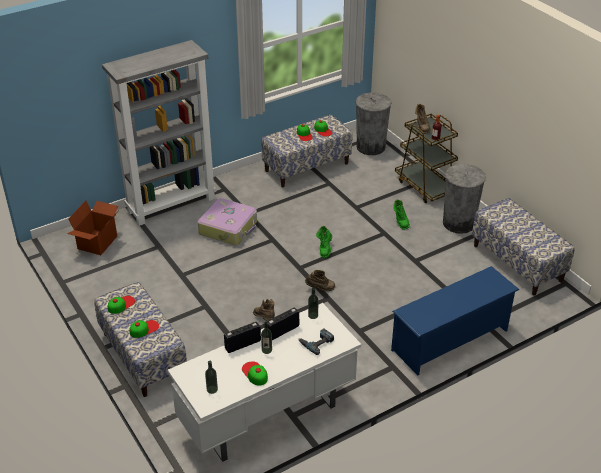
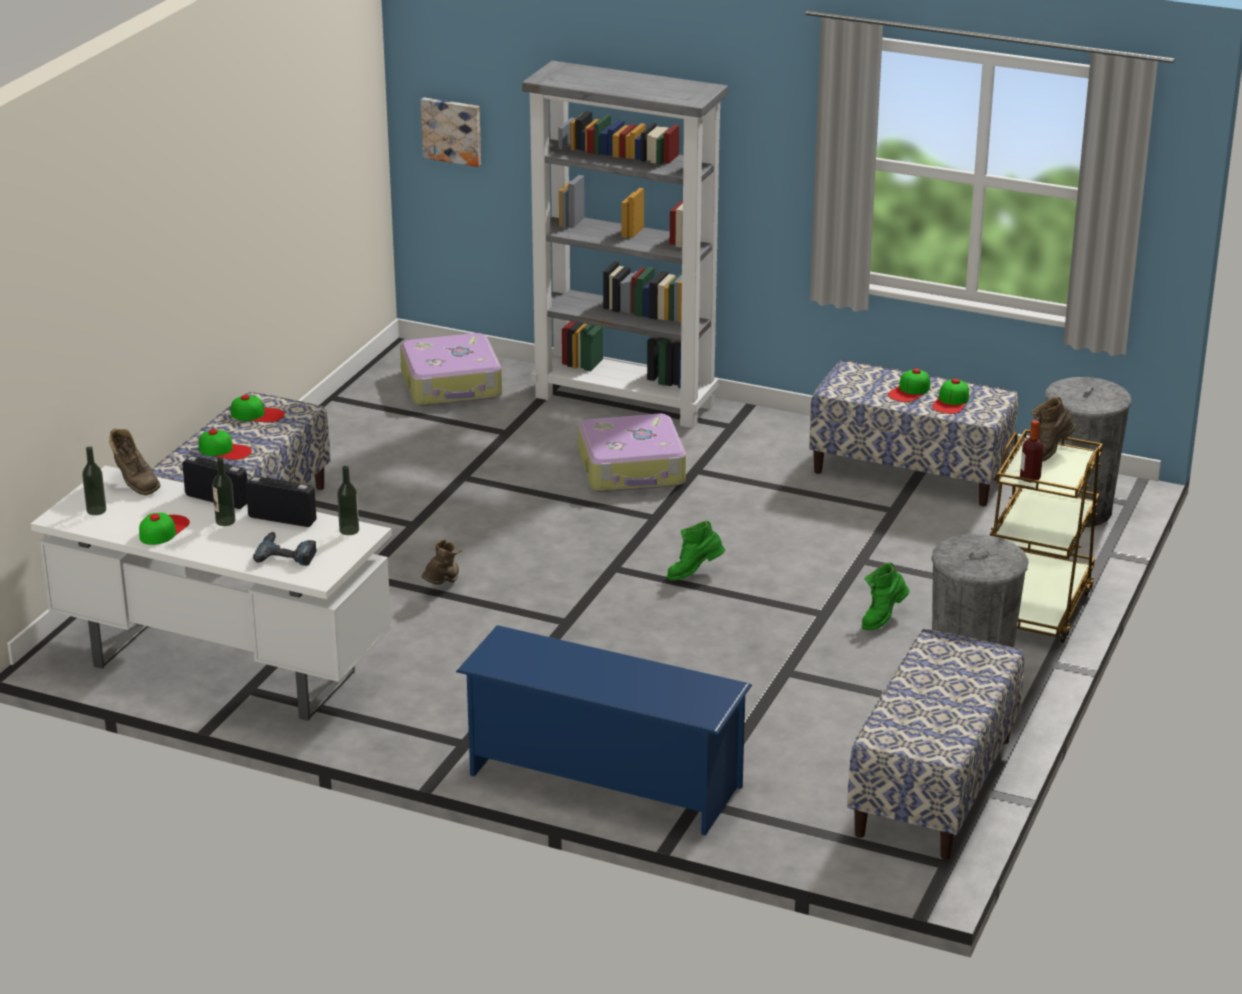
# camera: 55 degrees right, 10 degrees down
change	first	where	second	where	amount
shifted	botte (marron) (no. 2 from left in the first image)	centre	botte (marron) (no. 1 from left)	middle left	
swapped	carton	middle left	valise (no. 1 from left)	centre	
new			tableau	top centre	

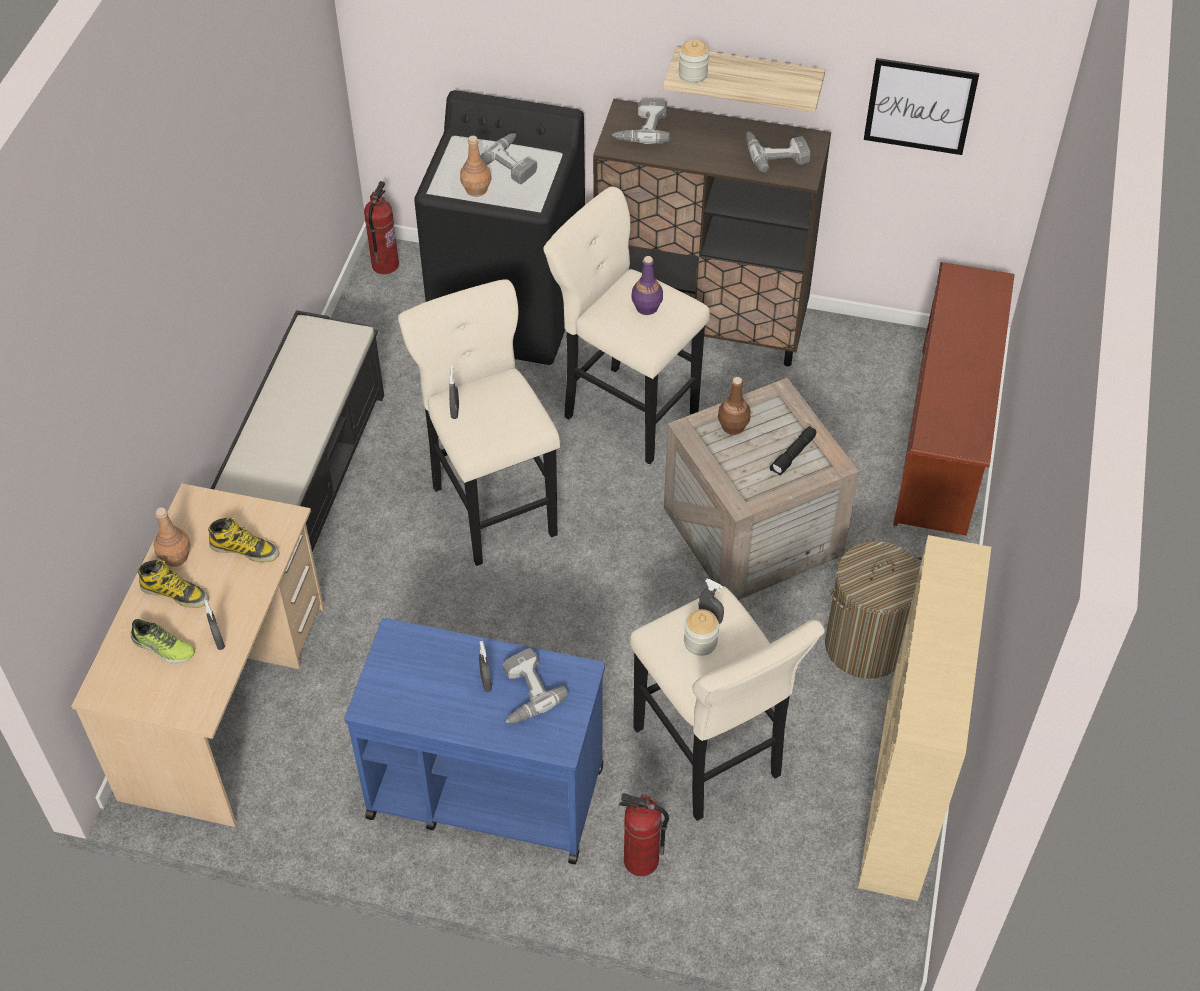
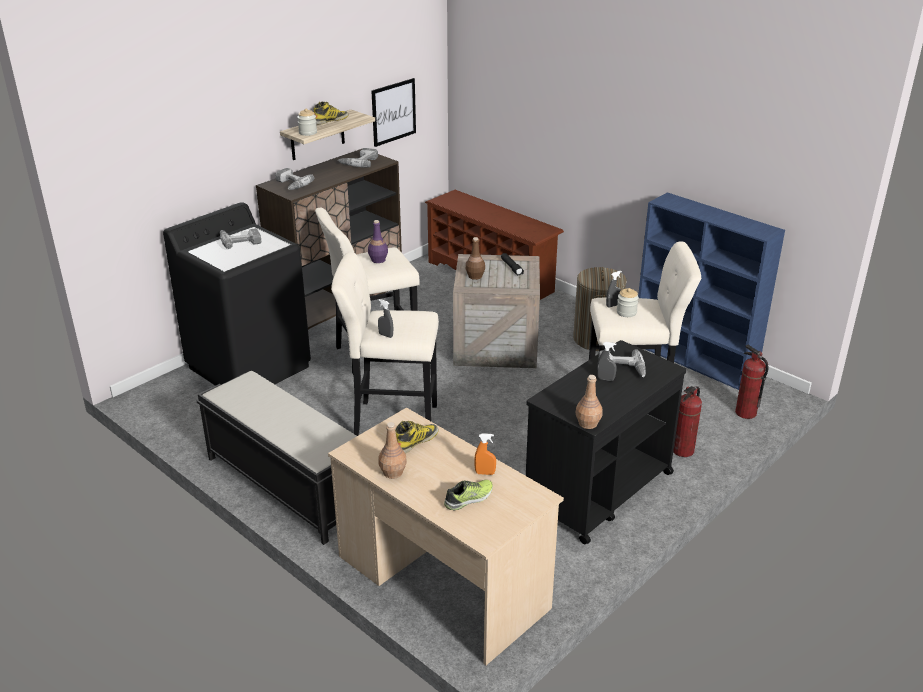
# camera: 60 degrees left, 20 degrees down
change	first	where	second	where	amount
shifted	botte (no. 1 from left)	middle left		top centre	
repainted	vaporisateur (gris) (no. 1 from left)	middle left	vaporisateur (orange)	centre	
repainted	chariot (bleu)	bottom centre	chariot (noir)	centre	
shifted	bouteille (marron) (no. 2 from left in the first image)	top centre	bouteille (marron) (no. 3 from left)	centre	
repainted	bibliothèque (beige)	bottom right	bibliothèque (bleu)	middle right	
shifted	extincteur (no. 1 from left in the first image)	top left	extincteur (no. 2 from left)	middle right	

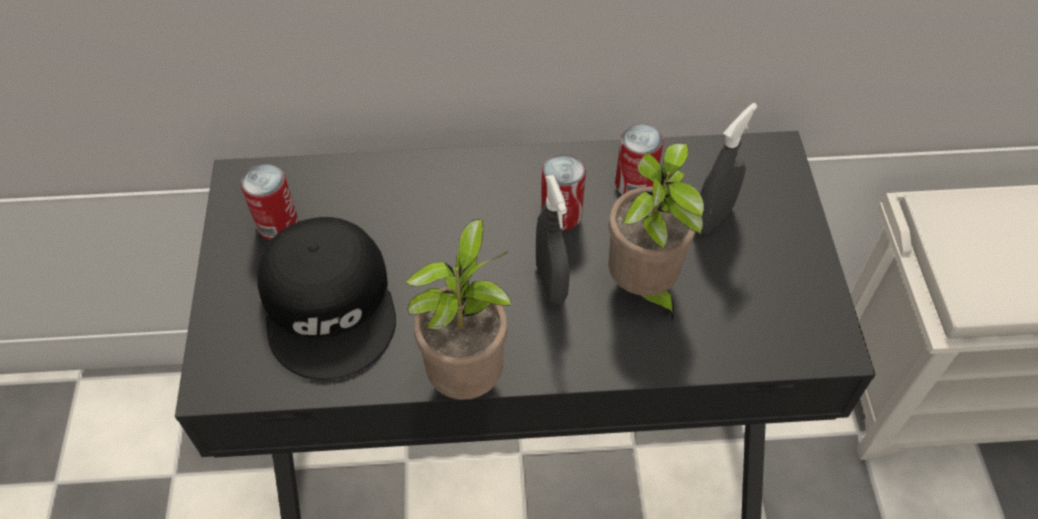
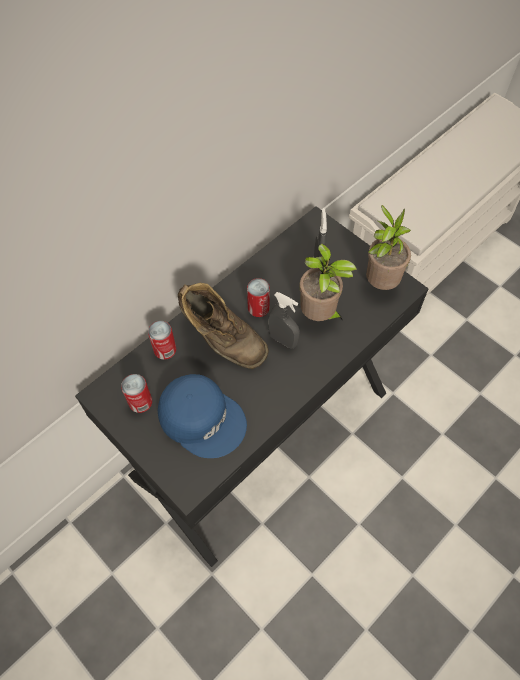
# camera: 40 degrees left, 5 degrees up
change	first	where	second	where	amount
shifted	boîte métallique (no. 3 from left in the first image)	top centre	boîte métallique (no. 2 from left)	middle left	
repainted	casquette (noir)	middle left	casquette (bleu)	centre	
new			botte (marron)	centre	
shifted	plante en pot (no. 1 from left in the first image)	centre	plante en pot (no. 2 from left)	middle right	

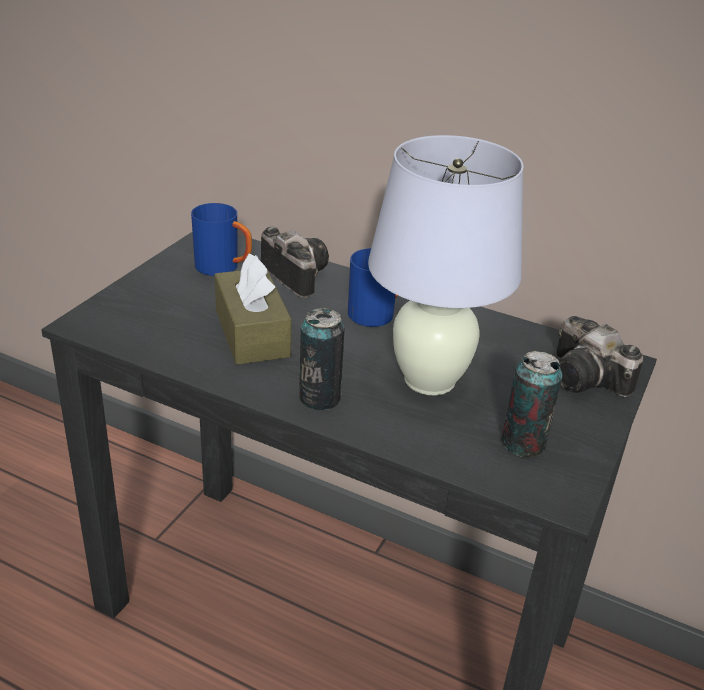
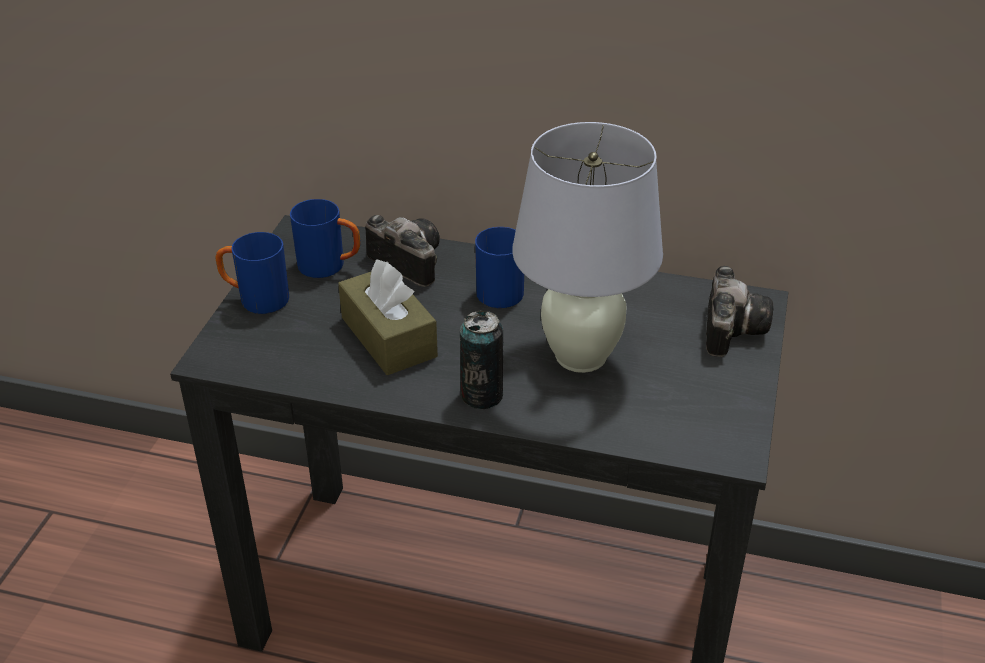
# camera: 10 degrees left, 5 degrees up
change	first	where	second	where	amount
new			mug (bleu) (no. 1 from left)	middle left	
rotated	appareil photo (no. 2 from left)	middle right		middle right	120 degrees counterclockwise
gone	boîte métallique (no. 2 from left)	middle right			

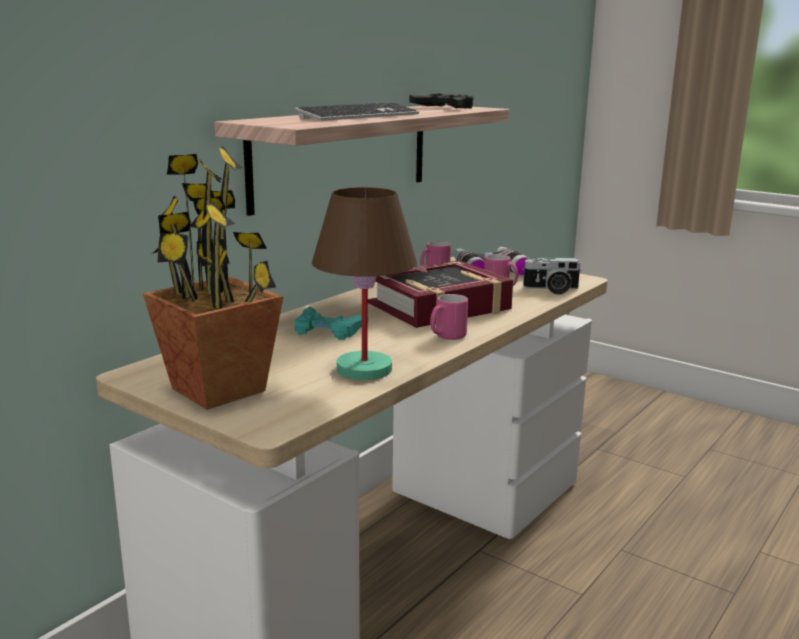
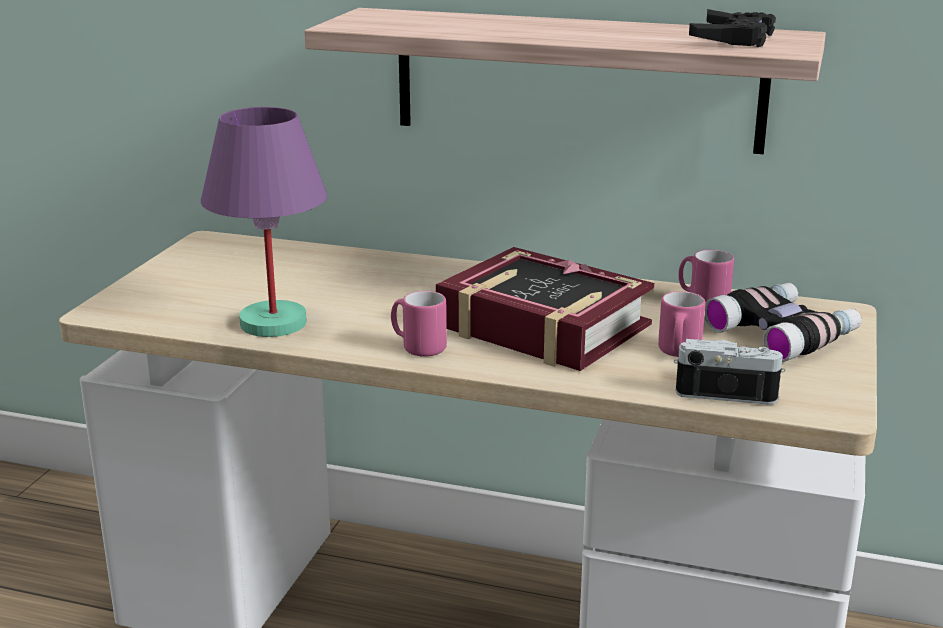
# camera: 70 degrees right, 5 degrees up
change	first	where	second	where	amount
repainted	lampe de table (marron)	centre	lampe de table (violet)	middle left	
rotated	appareil photo	middle right		middle right	120 degrees clockwise
gone	plante en pot	middle left			
gone	clavier	top centre			
gone	manette (turquoise)	centre			

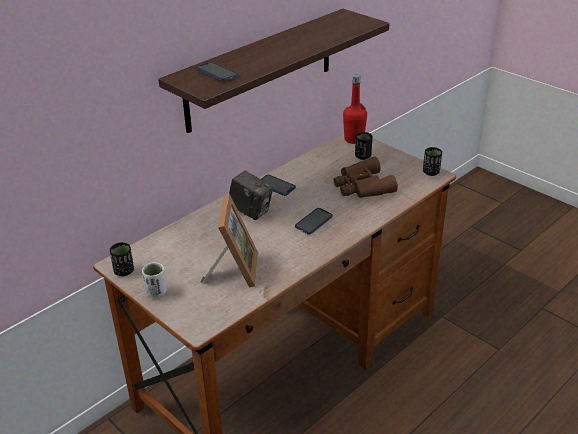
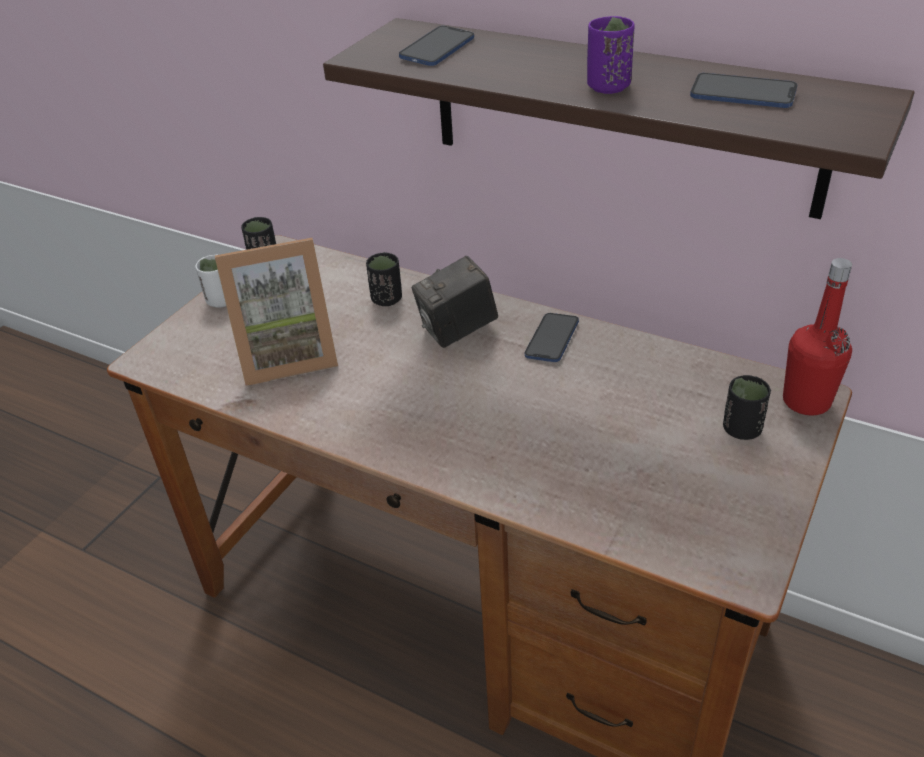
# camera: 75 degrees right, 5 degrees up
change	first	where	second	where	amount
shifted	tasse (noir) (no. 3 from left in the first image)	middle right	tasse (noir) (no. 2 from left)	centre	
rotated	appareil photo	centre		centre	45 degrees clockwise
new			tasse (violet)	top centre	
shifted	téléphone (no. 3 from left)	centre		top right	
gone	jumelles (marron)	centre			

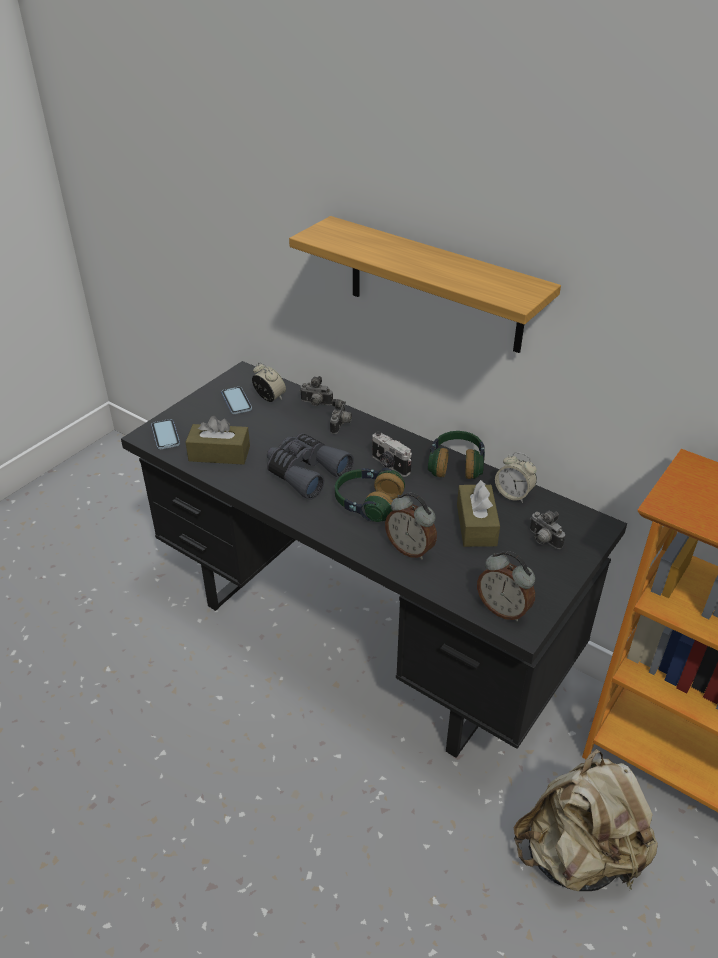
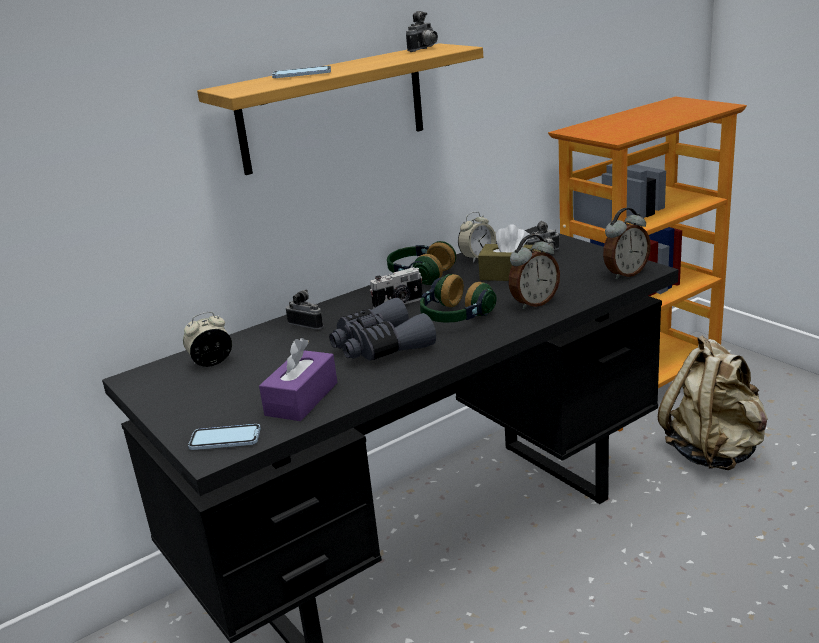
# camera: 70 degrees left, 15 degrees down
change	first	where	second	where	amount
repainted	boîte à mouchoirs (marron) (no. 1 from left)	middle left	boîte à mouchoirs (violet)	centre	
shifted	téléphone (no. 2 from left)	middle left		top centre	
shifted	appareil photo (no. 1 from left in the first image)	centre	appareil photo (no. 3 from left)	top centre	

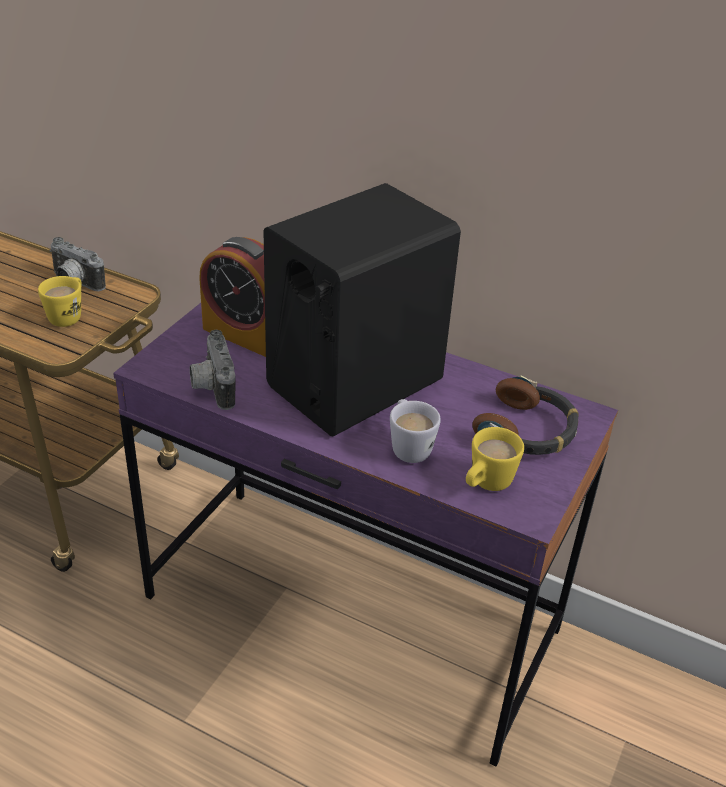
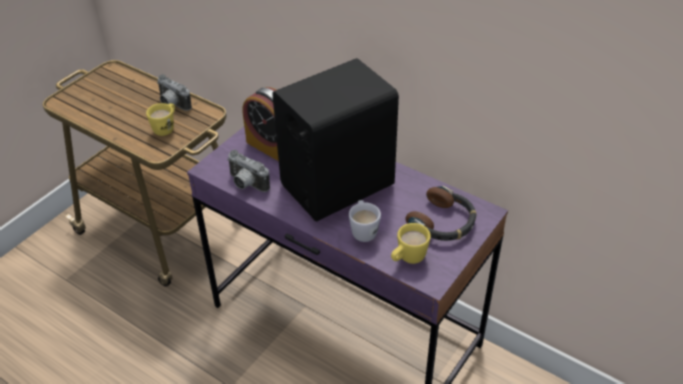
# camera: 10 degrees right, 5 degrees up
change	first	where	second	where	amount
rotated	appareil photo (no. 2 from left)	middle left		centre	45 degrees counterclockwise

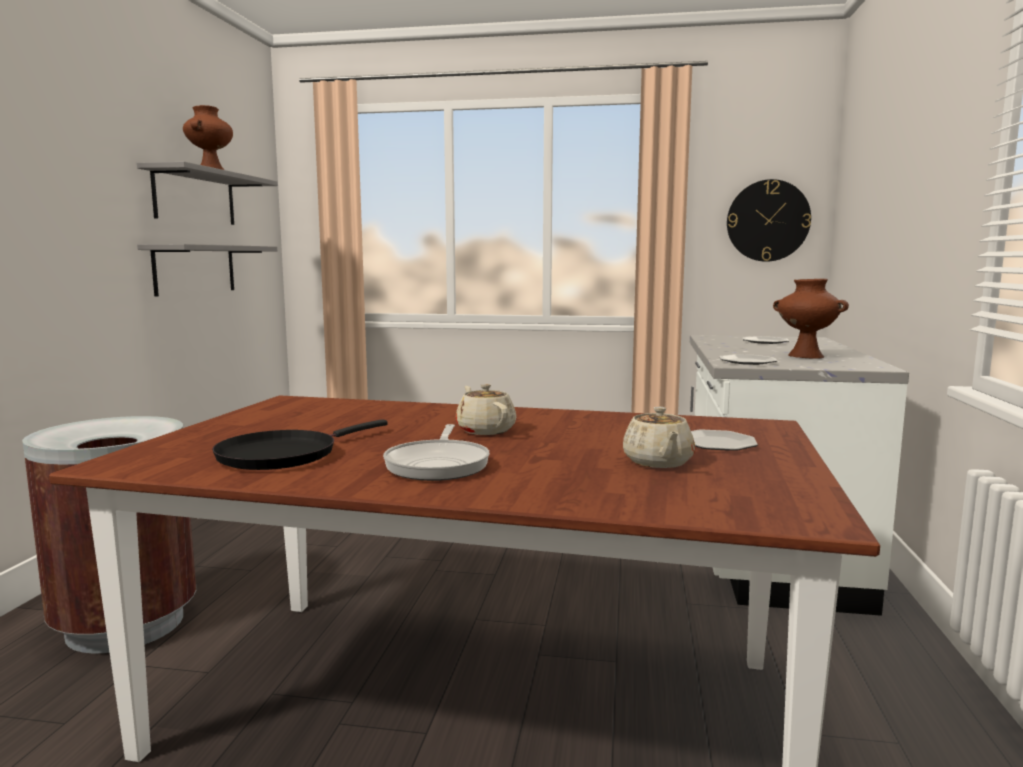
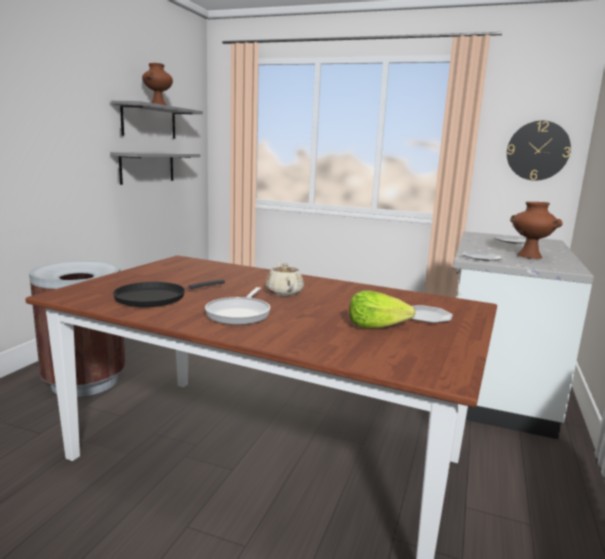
# camera: 10 degrees right, 5 degrees up
change	first	where	second	where	amount
swapped	théière (beige) (no. 2 from left)	centre	laitue	centre	

